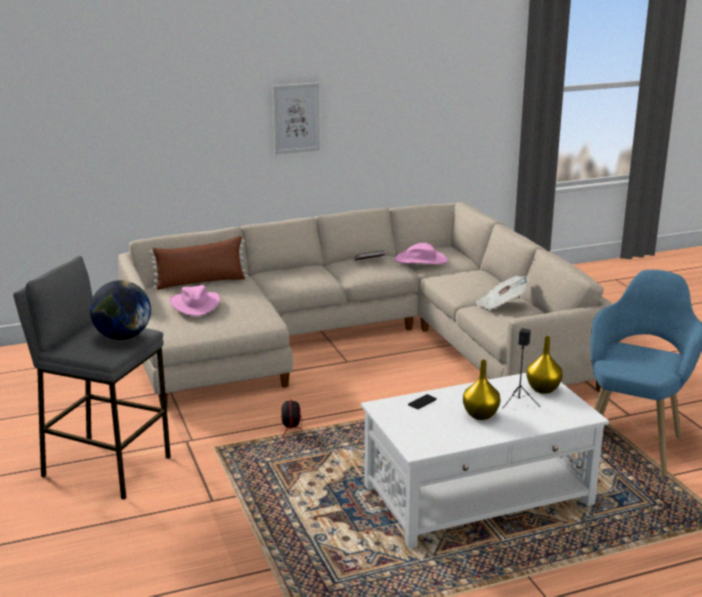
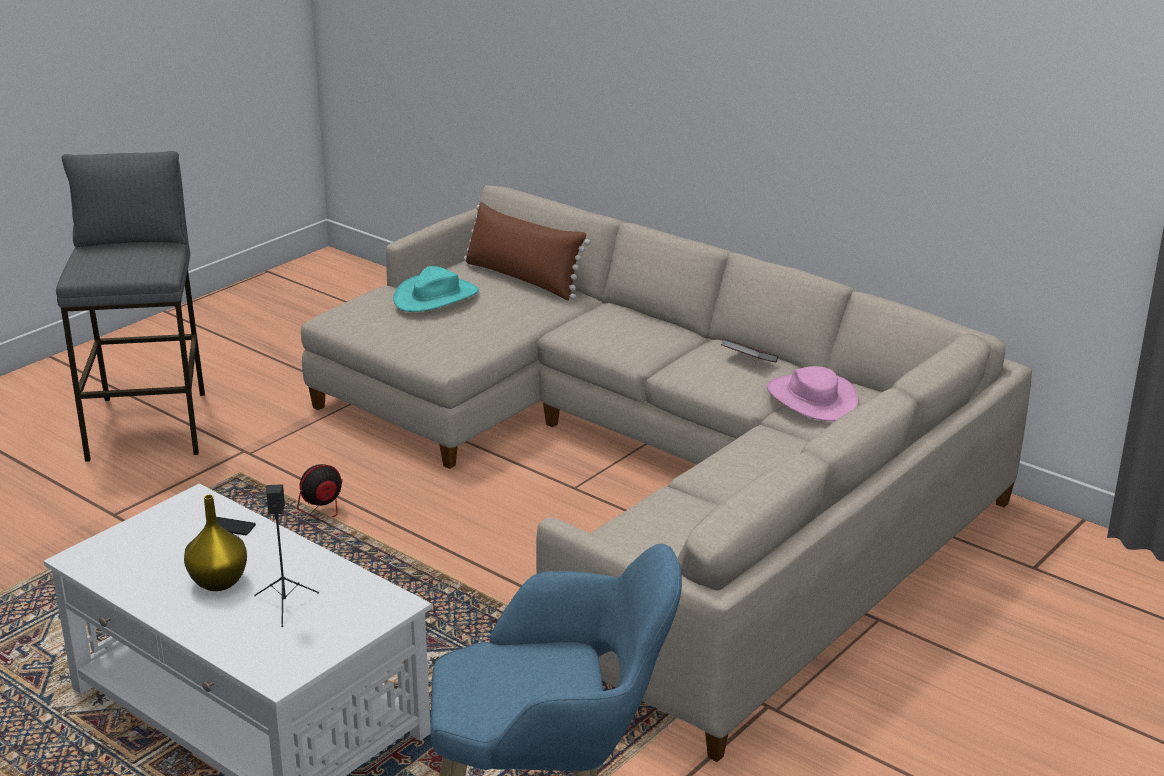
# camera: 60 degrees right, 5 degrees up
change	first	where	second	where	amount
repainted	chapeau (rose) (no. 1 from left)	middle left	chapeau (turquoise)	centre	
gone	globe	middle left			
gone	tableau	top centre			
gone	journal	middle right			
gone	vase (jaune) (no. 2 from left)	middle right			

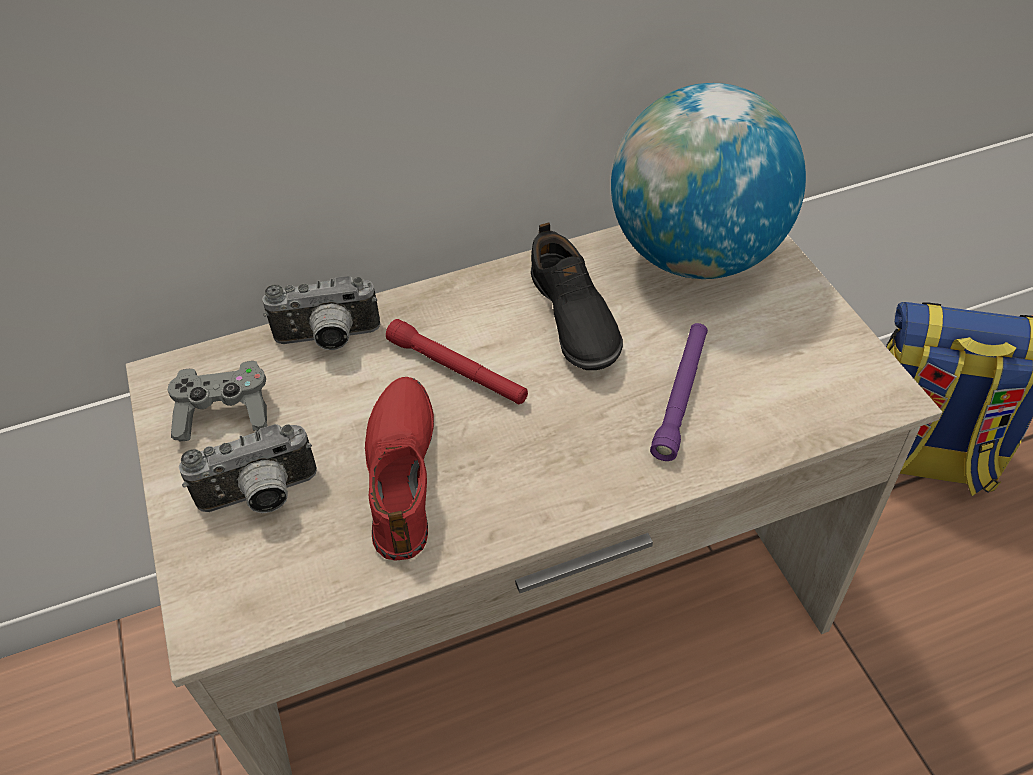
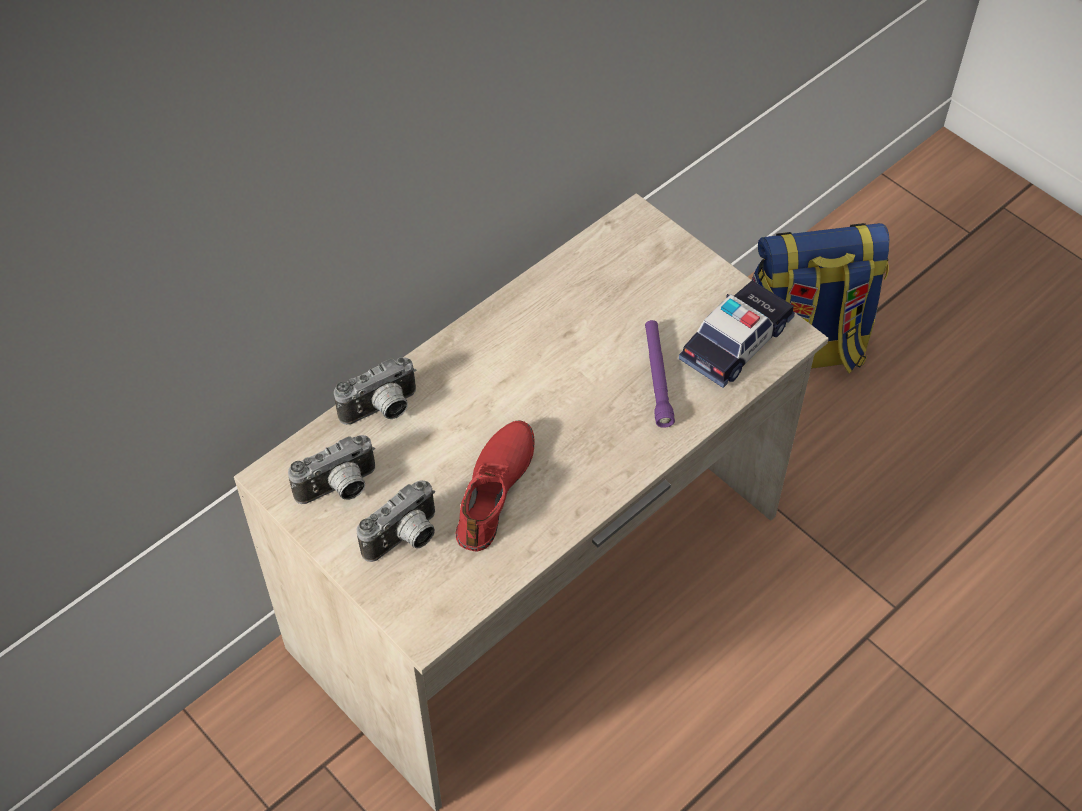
# camera: 25 degrees left, 5 degrees up
change	first	where	second	where	amount
swapped	manette (gris)	middle left	appareil photo (no. 1 from left)	middle left	
rotated	chaussure (rouge)	centre		centre	45 degrees clockwise
new			petite voiture	middle right	
gone	lampe de poche (rouge)	centre			
gone	chaussure (noir)	centre			
gone	globe	top right			

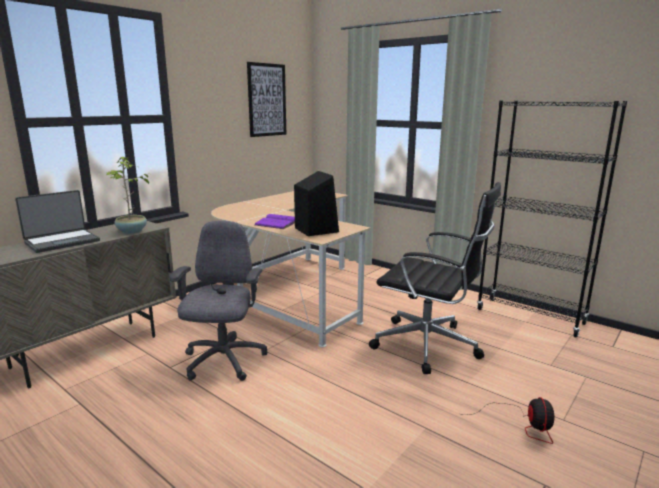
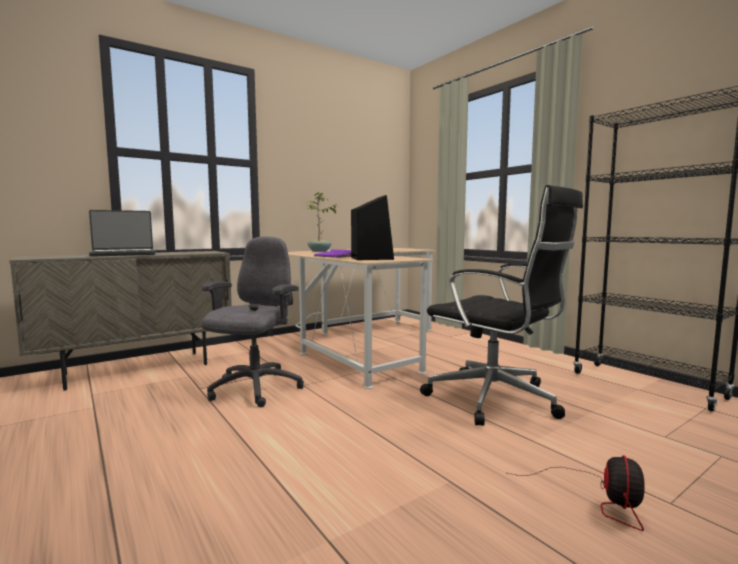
# camera: 15 degrees right, 10 degrees down
change	first	where	second	where	amount
shifted	plante en pot	middle left		centre	
gone	tableau	top centre			

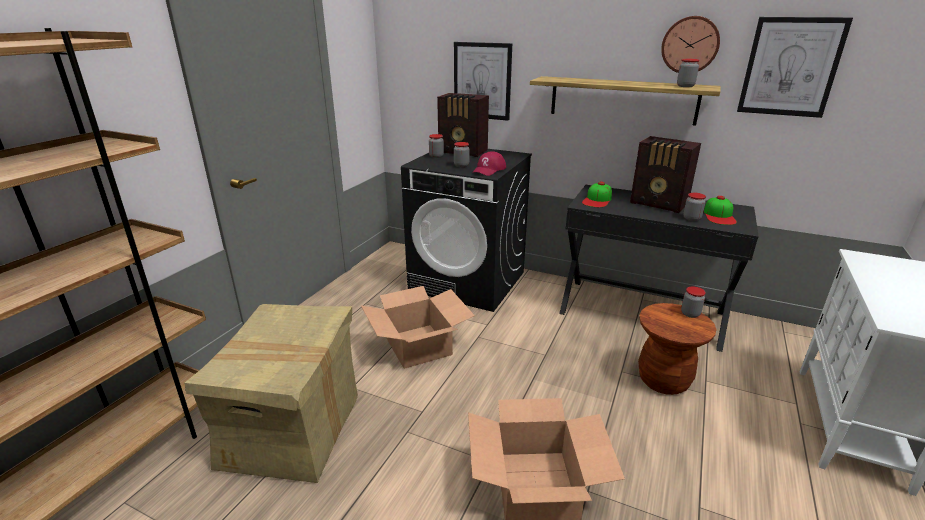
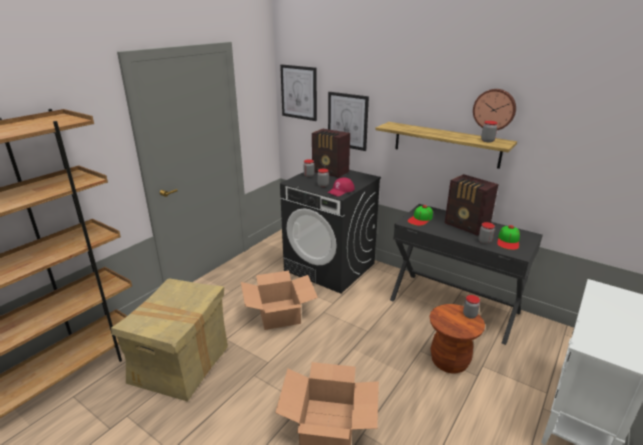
# camera: 10 degrees right, 0 degrees up
change	first	where	second	where	amount
shifted	tableau (no. 2 from left in the first image)	top right	tableau (no. 1 from left)	top centre	

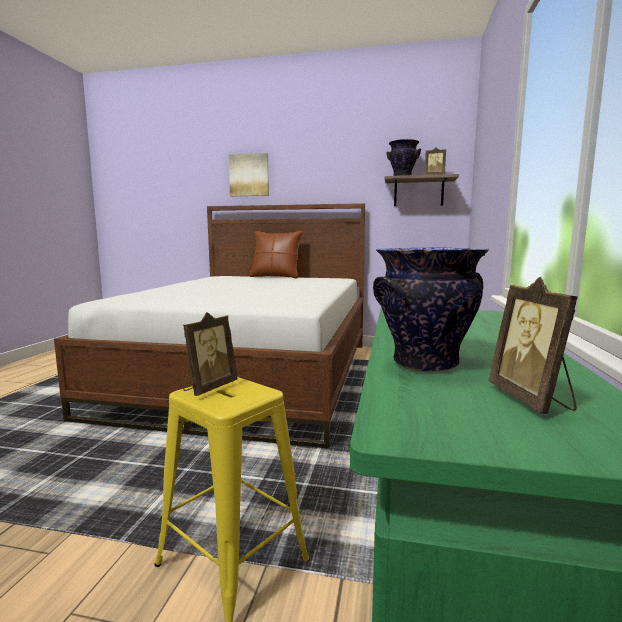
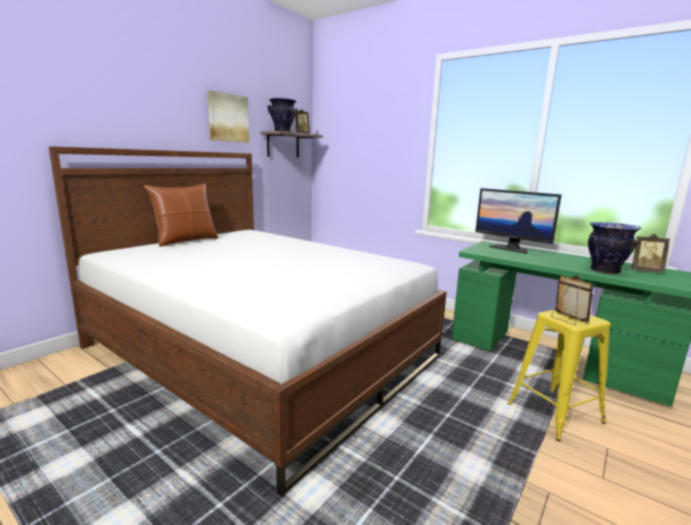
# camera: 65 degrees left, 5 degrees up
change	first	where	second	where	amount
shifted	tableau	top centre		top left	
new			écran d'ordinateur	middle right	

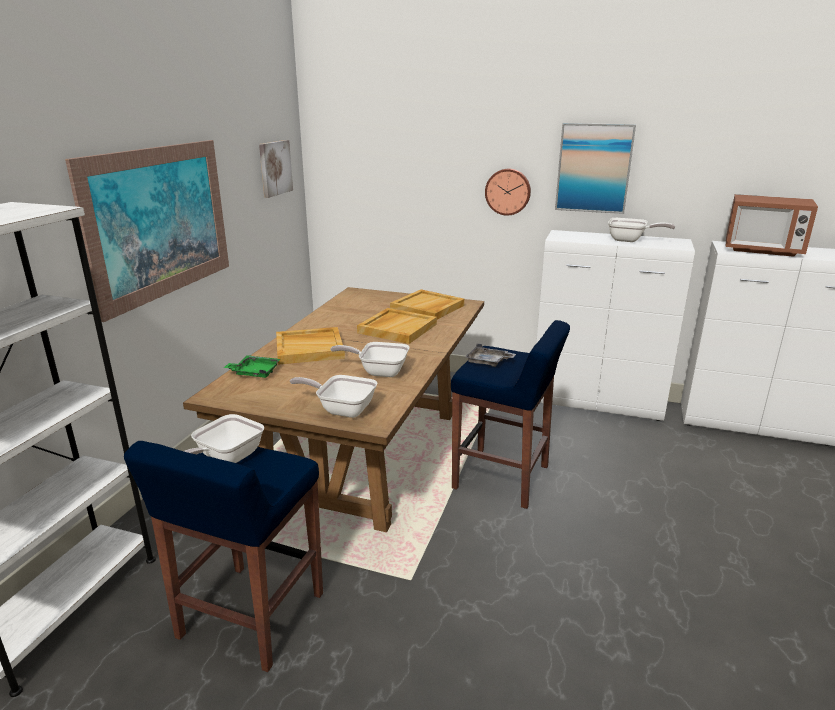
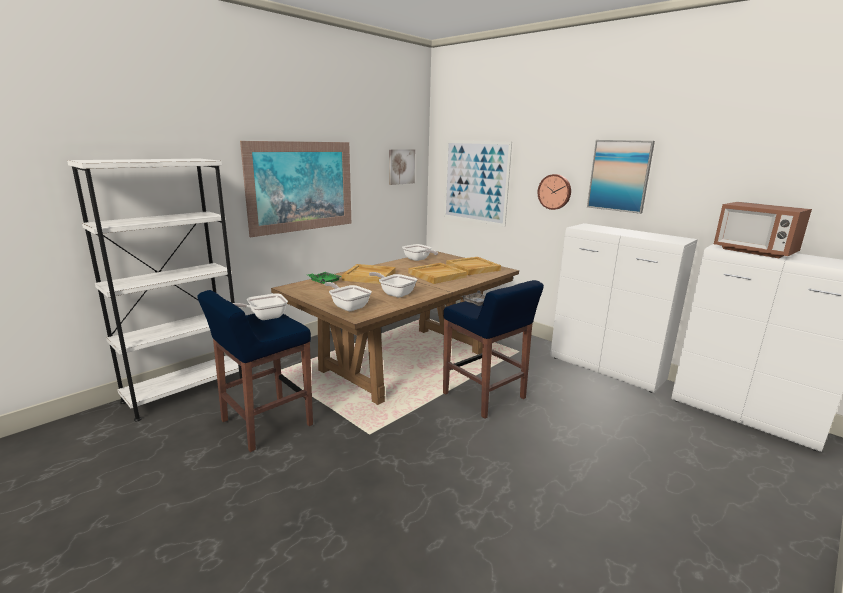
# camera: 25 degrees right, 5 degrees down
change	first	where	second	where	amount
shifted	poêle (no. 4 from left)	top right		centre	
new			tableau (no. 3 from left)	top centre	

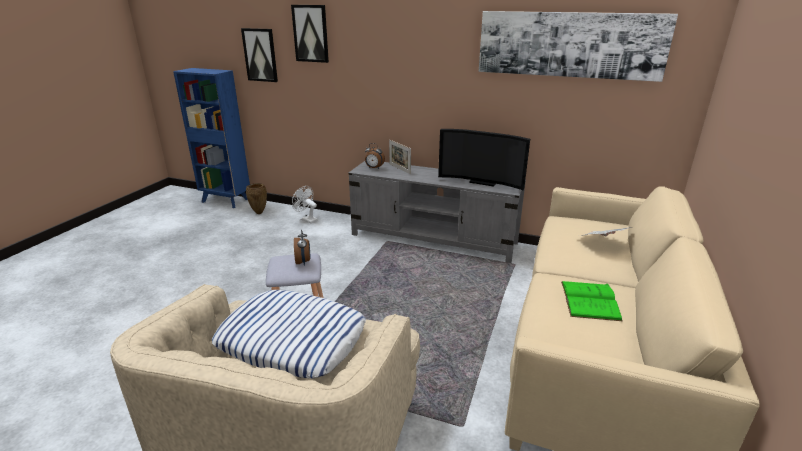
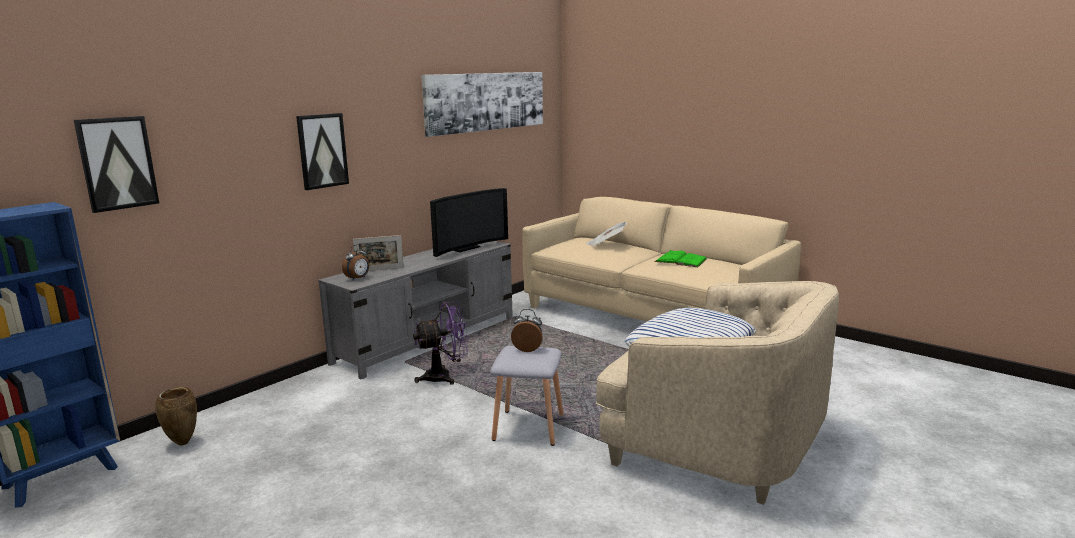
# camera: 70 degrees left, 10 degrees down
change	first	where	second	where	amount
shifted	tableau (no. 2 from left)	top centre		top left	
new			ventilateur (violet)	centre	
gone	ventilateur (blanc)	centre			

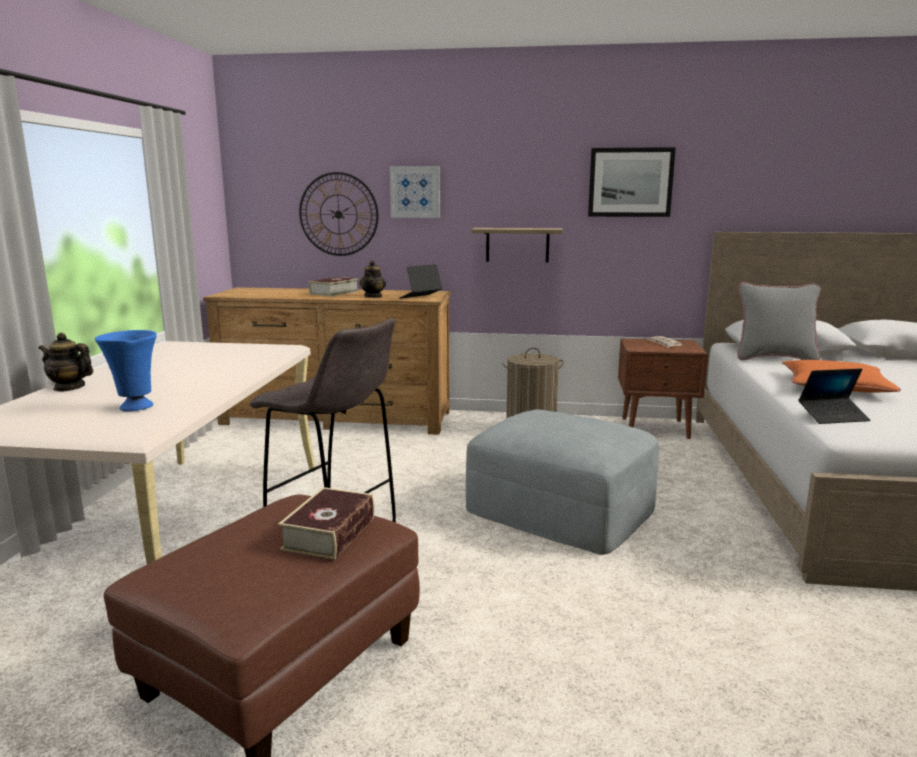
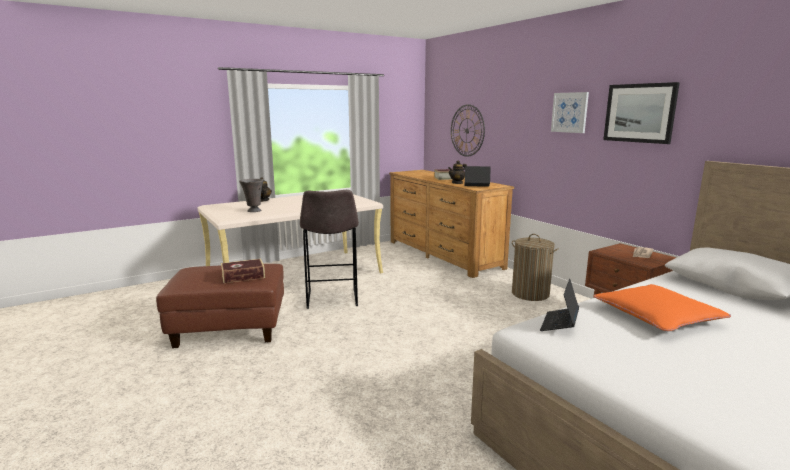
# camera: 50 degrees right, 0 degrees up
change	first	where	second	where	amount
repainted	vase (bleu)	middle left	vase (gris)	middle left	
rotated	ordinateur portable (no. 2 from left)	middle right		middle right	75 degrees clockwise
shifted	tableau (no. 1 from left)	top centre		top right	
gone	pouf (gris)	centre			
gone	étagère	top centre			
gone	coussin (gris)	middle right			

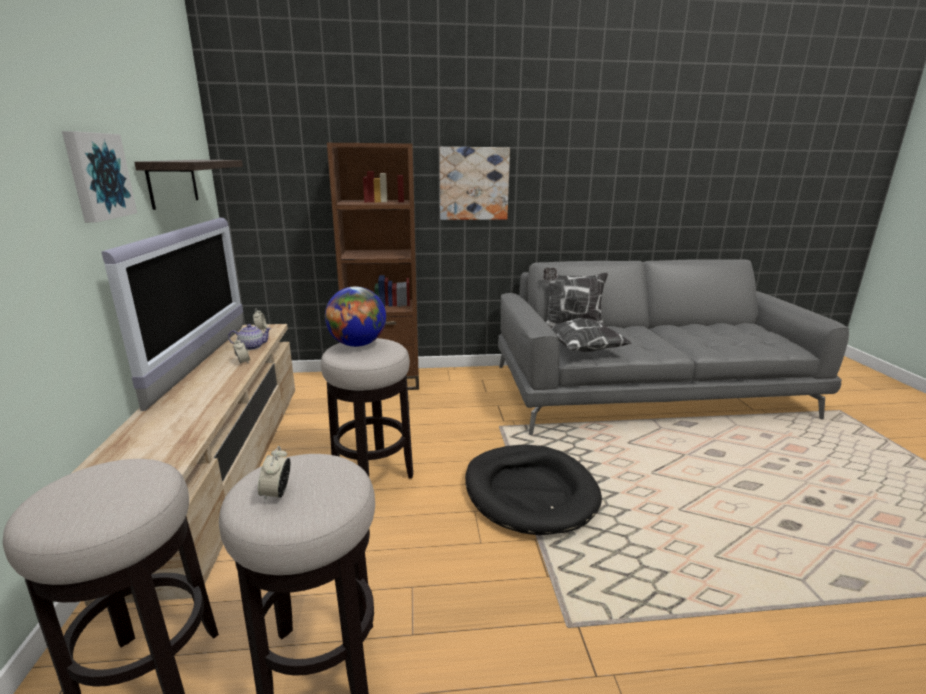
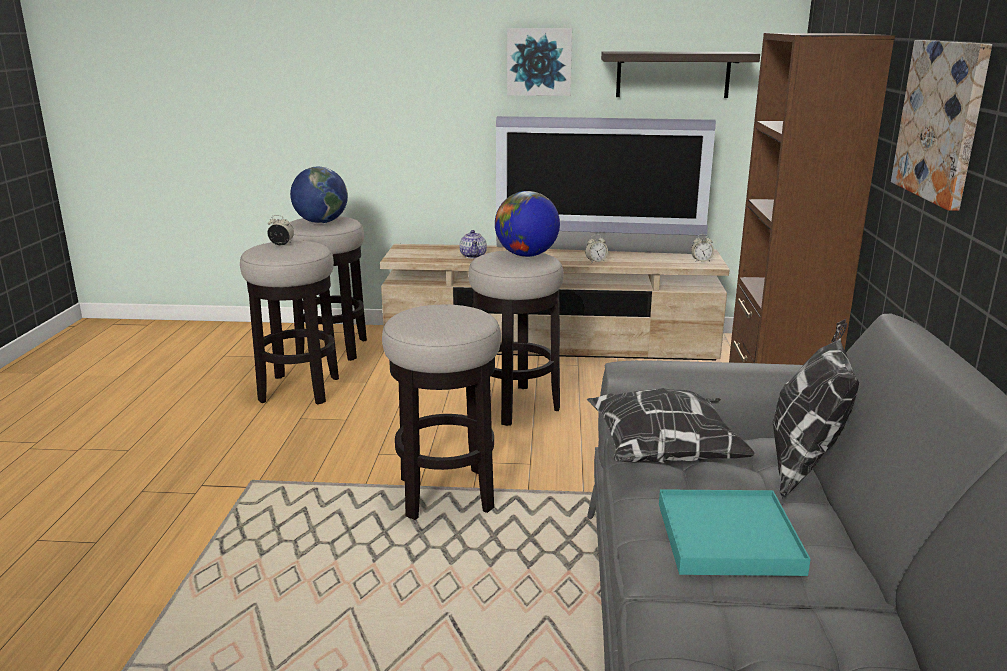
# camera: 100 degrees right, 0 degrees up
change	first	where	second	where	amount
new			globe (no. 1 from left)	top left	
swapped	panier pour chien (noir)	bottom centre	tabouret (no. 3 from left)	centre	
shifted	théière	middle left		centre	
new			plateau (turquoise)	bottom right	

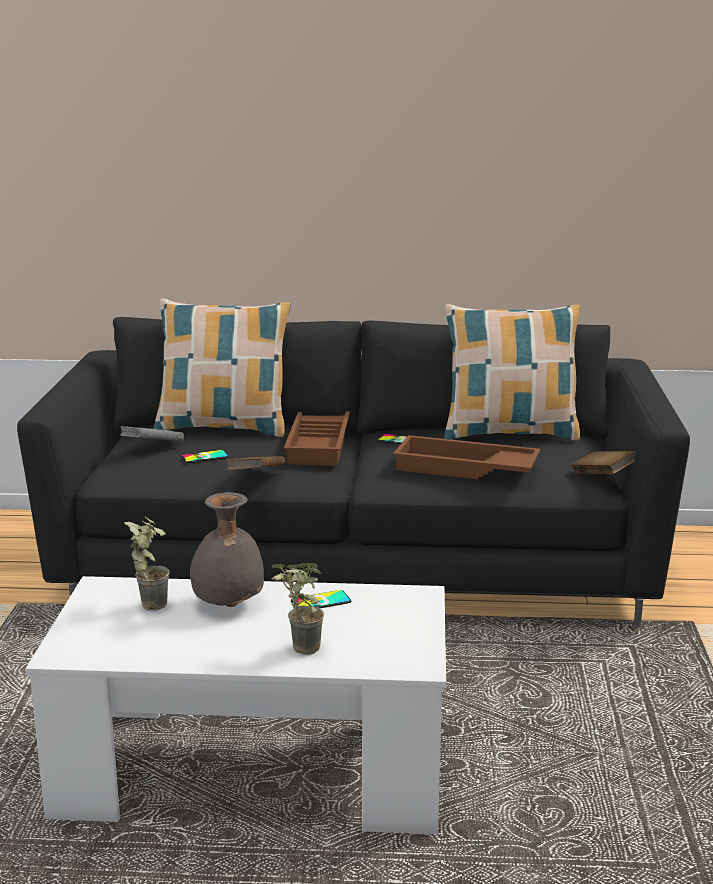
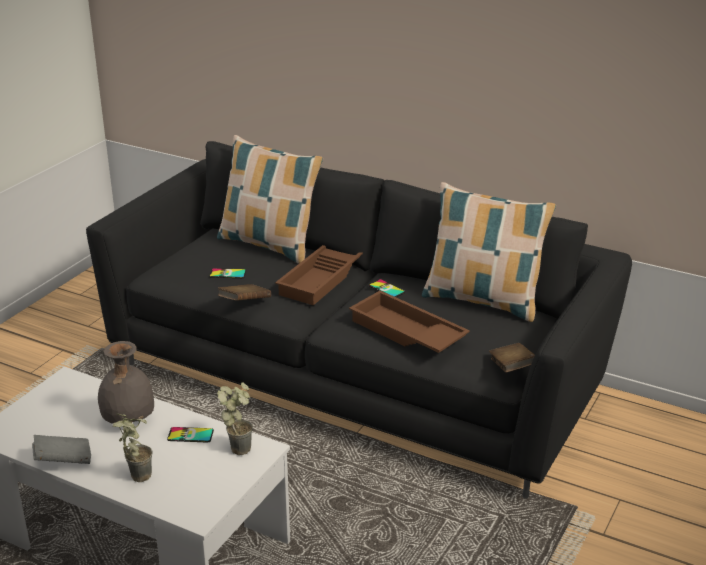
# camera: 25 degrees right, 10 degrees up
change	first	where	second	where	amount
shifted	livre (gris)	middle left		bottom left	
shifted	plante en pot (no. 1 from left in the first image)	middle left	plante en pot (no. 2 from left)	bottom left	

